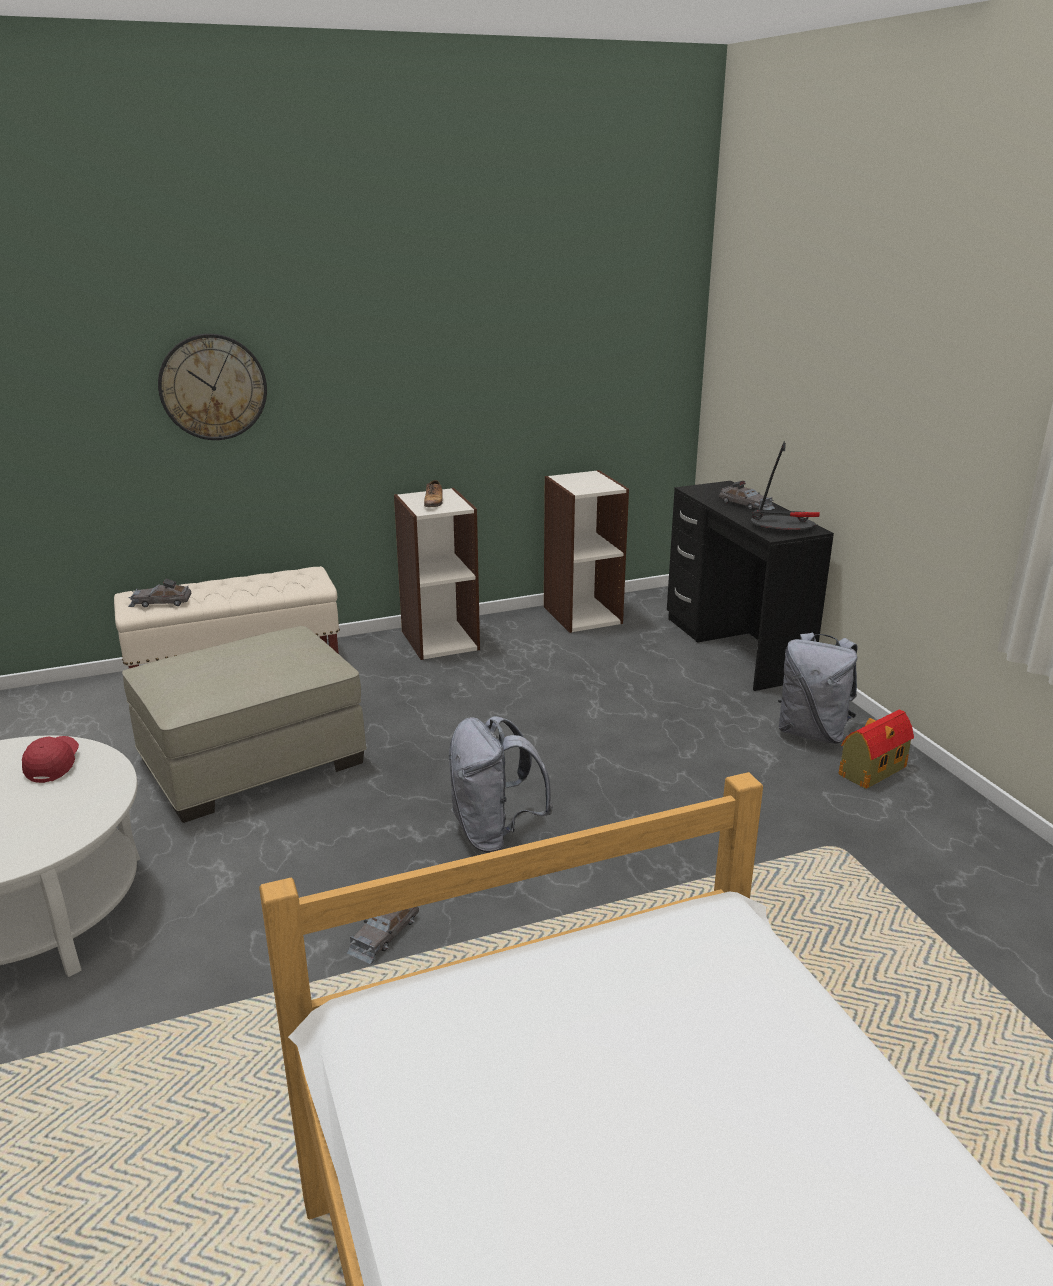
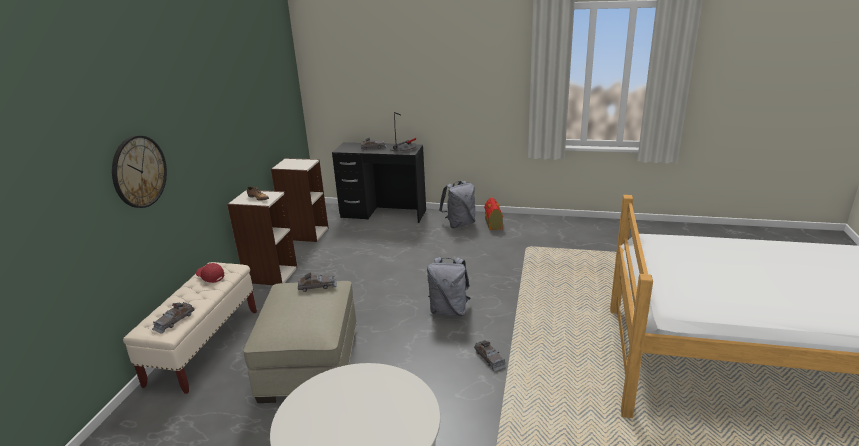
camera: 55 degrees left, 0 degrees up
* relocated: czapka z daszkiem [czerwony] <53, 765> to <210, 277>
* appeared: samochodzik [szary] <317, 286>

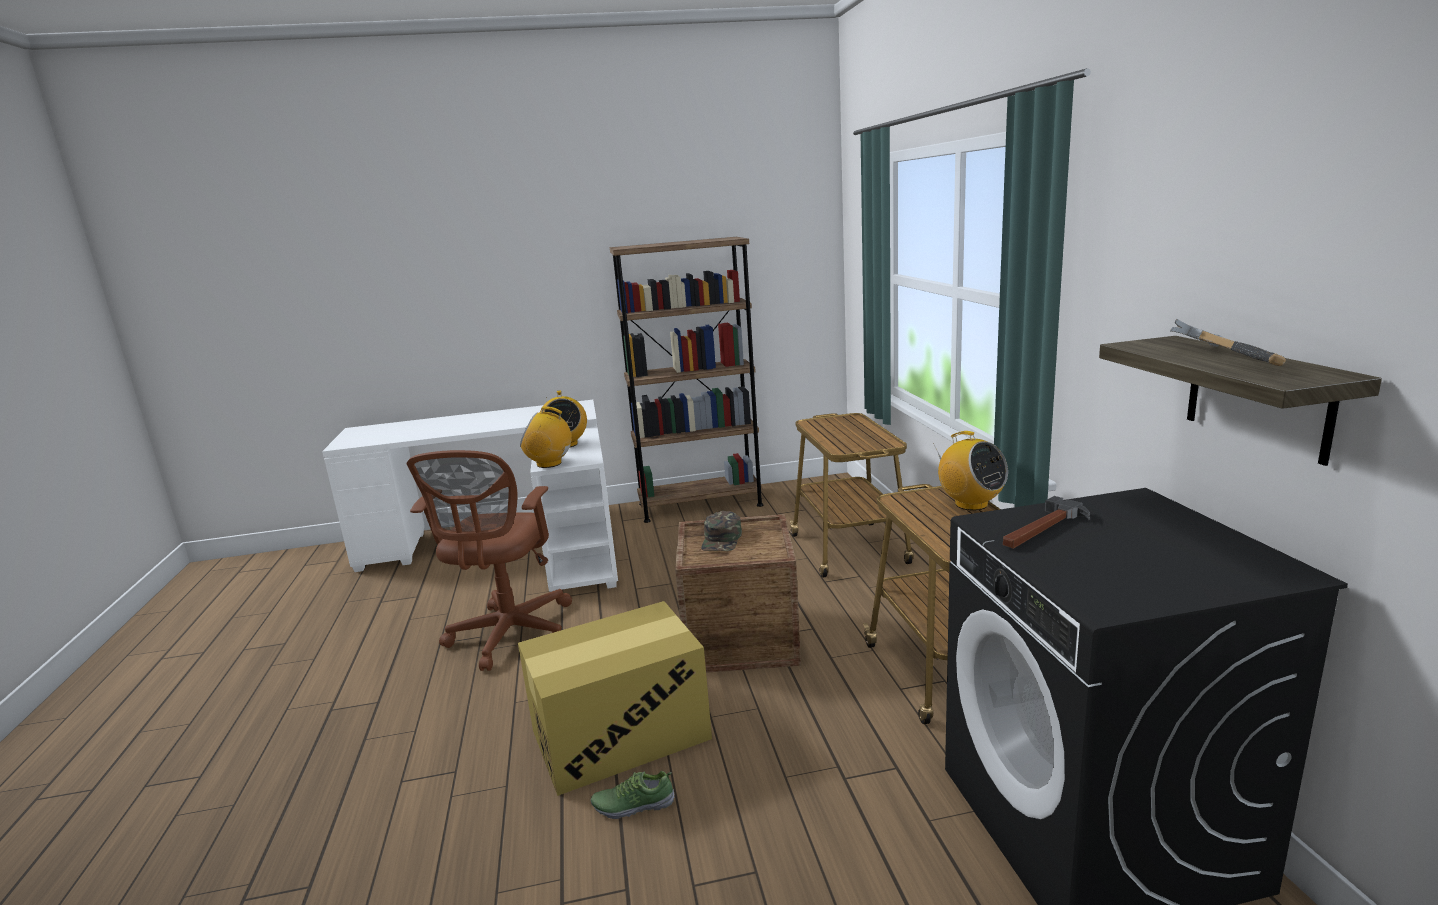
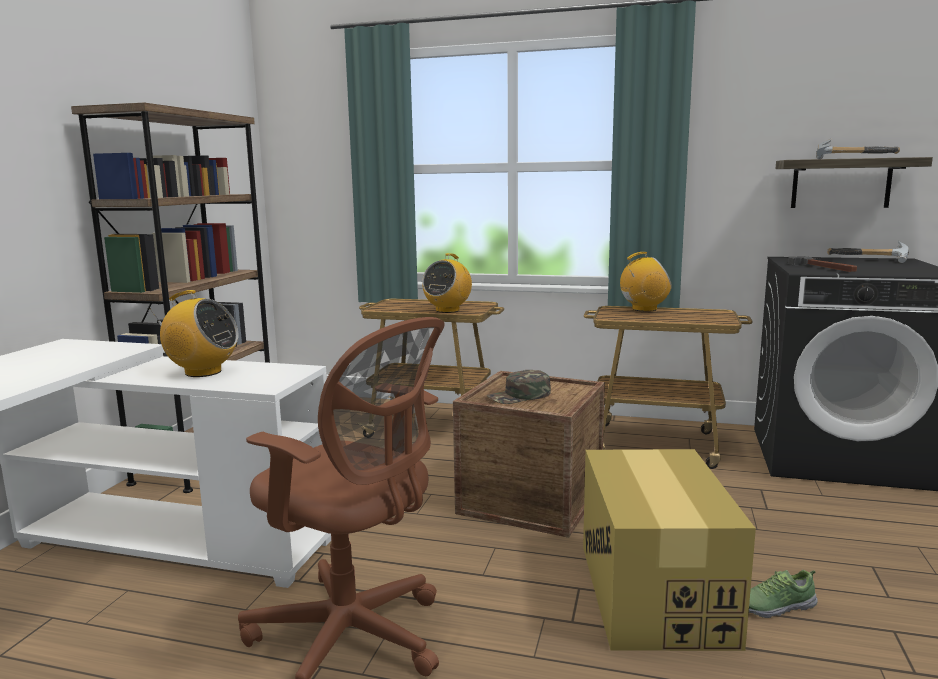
camera: 65 degrees left, 5 degrees down
* relocated: radio <549, 463> to <447, 310>
* spun: czapka z daszkiem [zielony] <722, 540> = <519, 396> 120 degrees clockwise
* spun: but <633, 804> = <773, 606> 60 degrees clockwise
* appeared: młotek <869, 260>

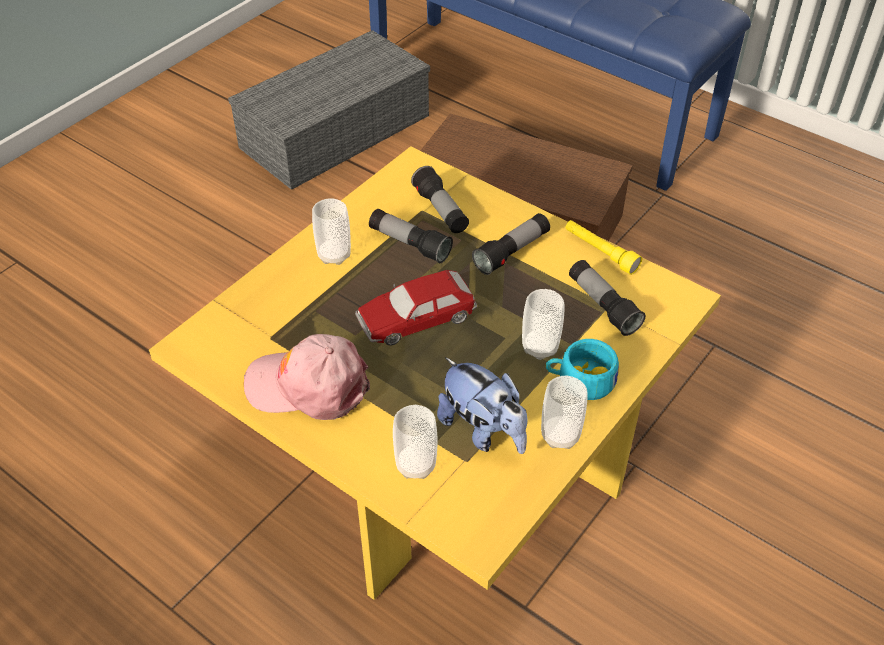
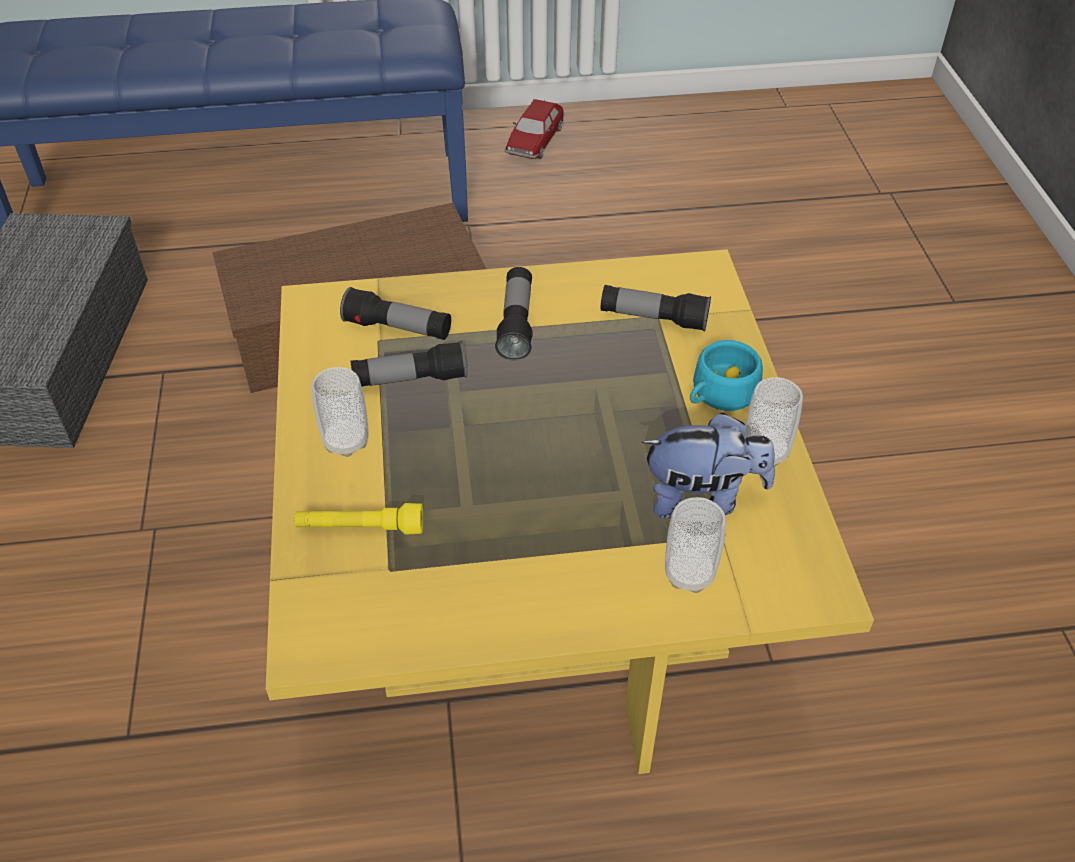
camera: 45 degrees left, 0 degrees up
* relocated: latarka [żółty] <600, 252> to <360, 528>
* relocated: samochodzik <416, 318> to <534, 141>
* missing: czapka z daszkiem [różowy] <308, 385>
* missing: filiżanka <540, 347>

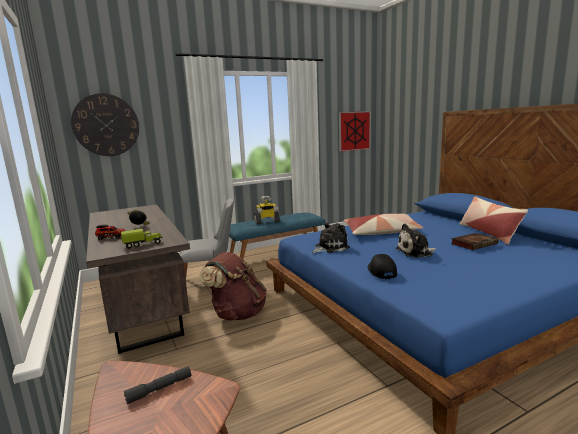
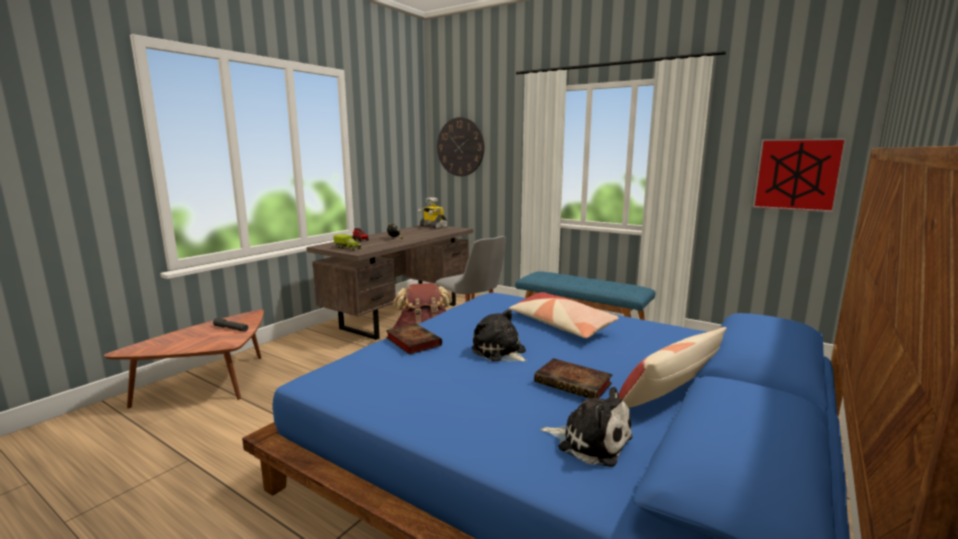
camera: 60 degrees right, 0 degrees up
* exchanged: czapka z daszkiem [czarny] <381, 271> to książka <412, 341>
* relocated: robot zabawkowy <267, 222> to <433, 226>
* relocated: pluszak <330, 247> to <590, 441>

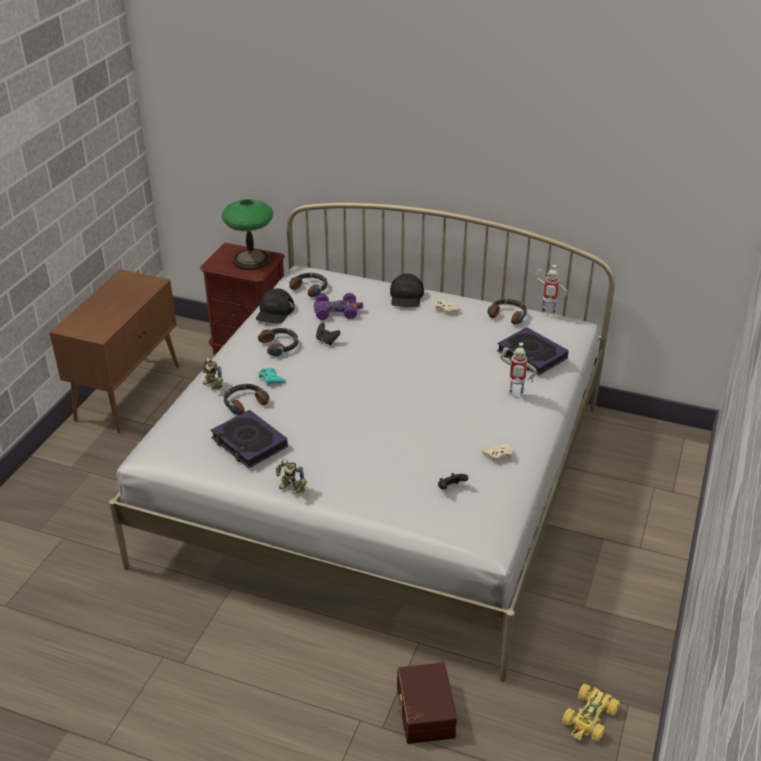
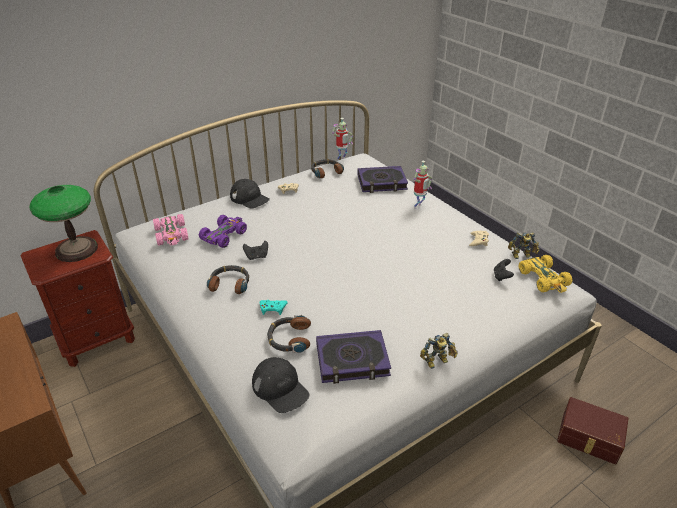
camera: 55 degrees left, 0 degrees up
* exchanged: słuchawki <310, 288> to samochodzik [różowy] <172, 235>
* relocated: czapka z daszkiem [czarny] <274, 312> to <280, 388>
* relocated: robot zabawkowy <211, 386> to <522, 256>
* relocated: samochodzik [żółty] <589, 718> to <544, 279>

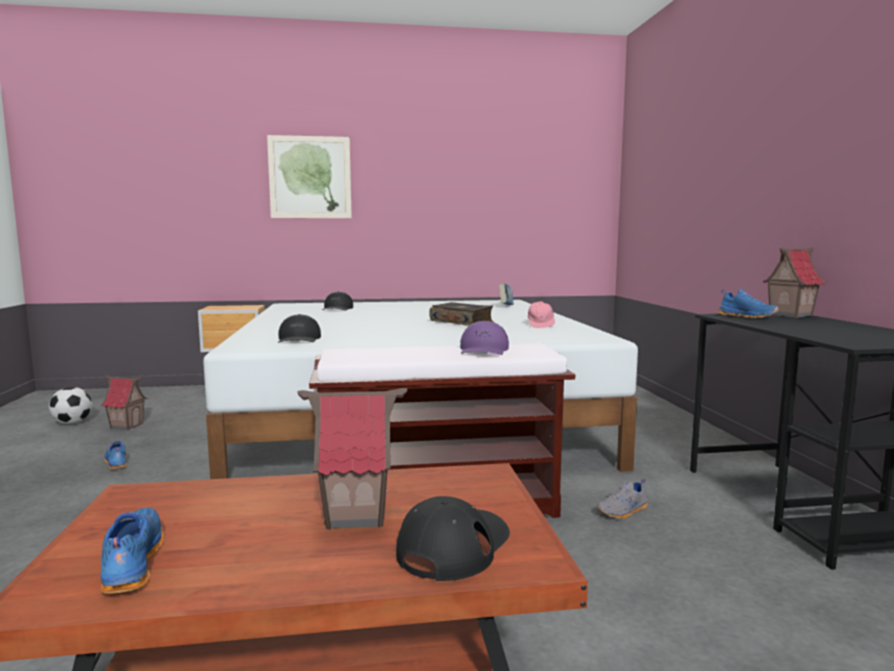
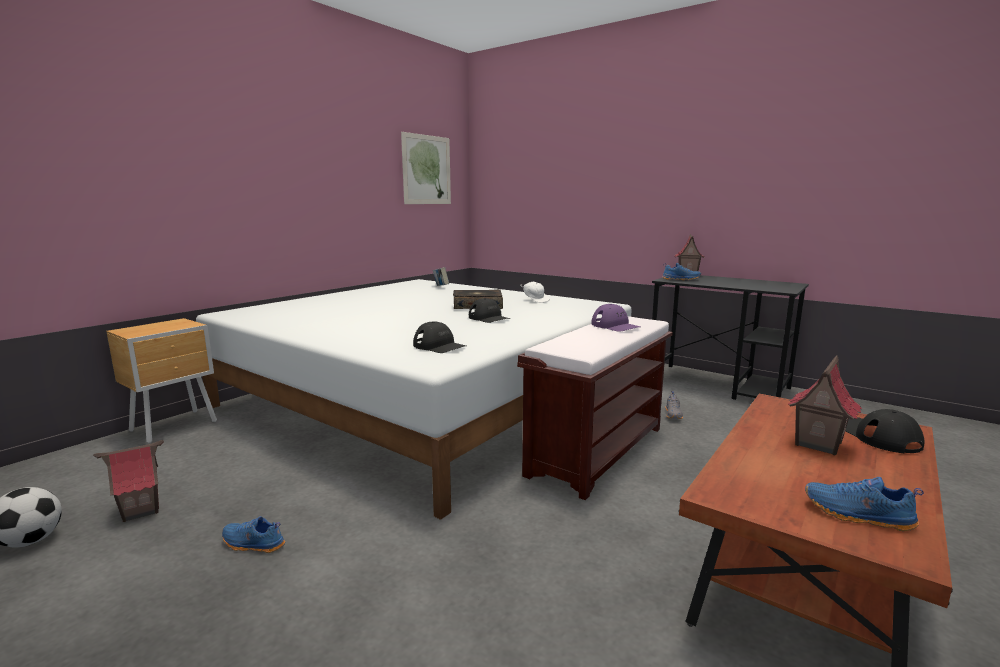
camera: 45 degrees left, 5 degrees up
* relocated: obraz <310, 177> to <427, 170>
* relocated: czapka z daszkiem [czarny] <337, 308> to <489, 318>
* colour: czapka z daszkiem [różowy] <541, 325> to czapka z daszkiem [biały] <535, 300>

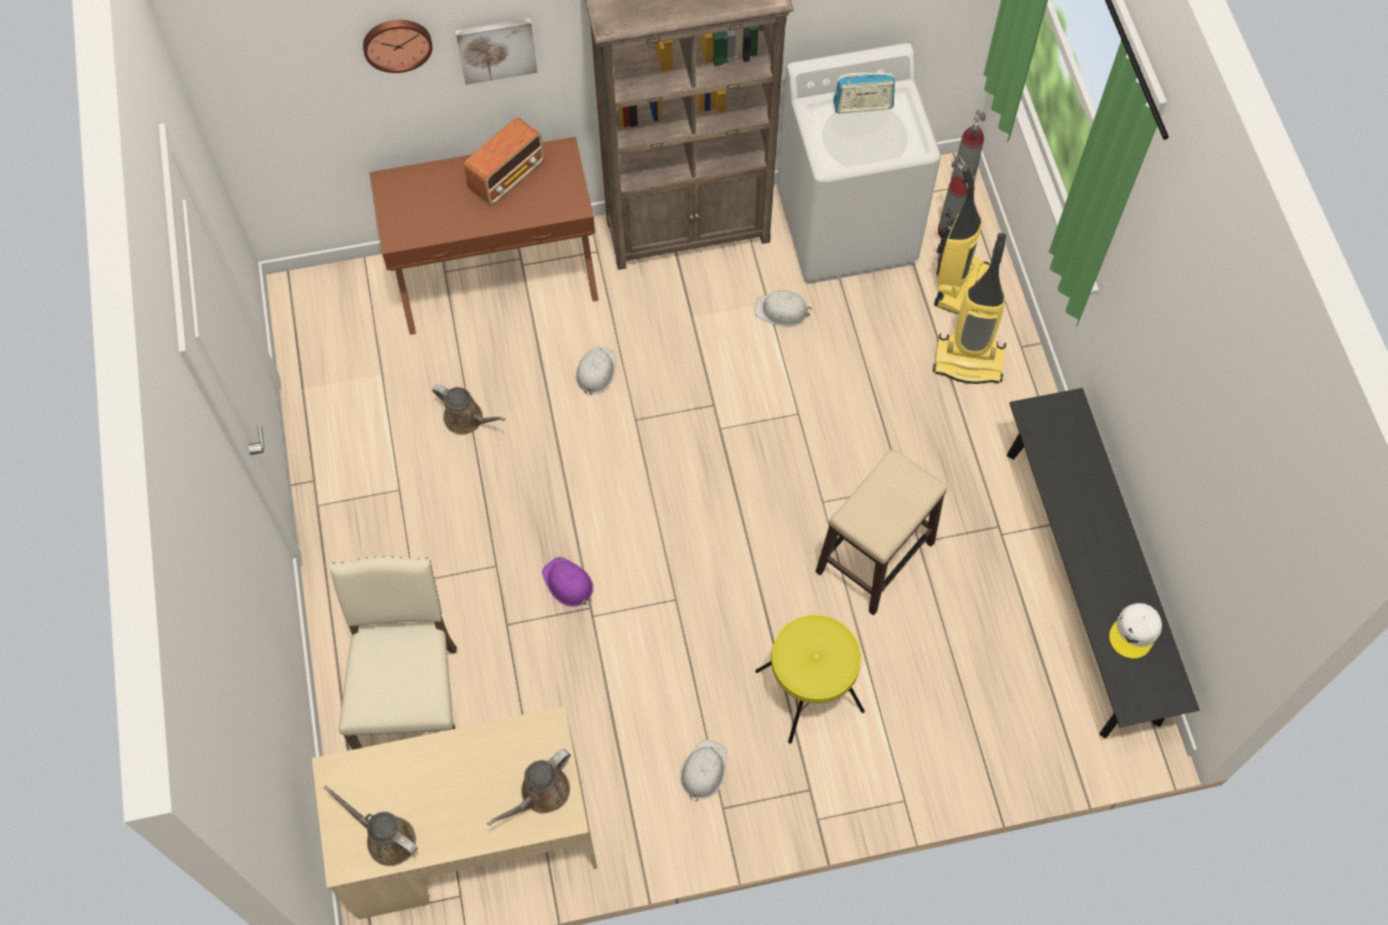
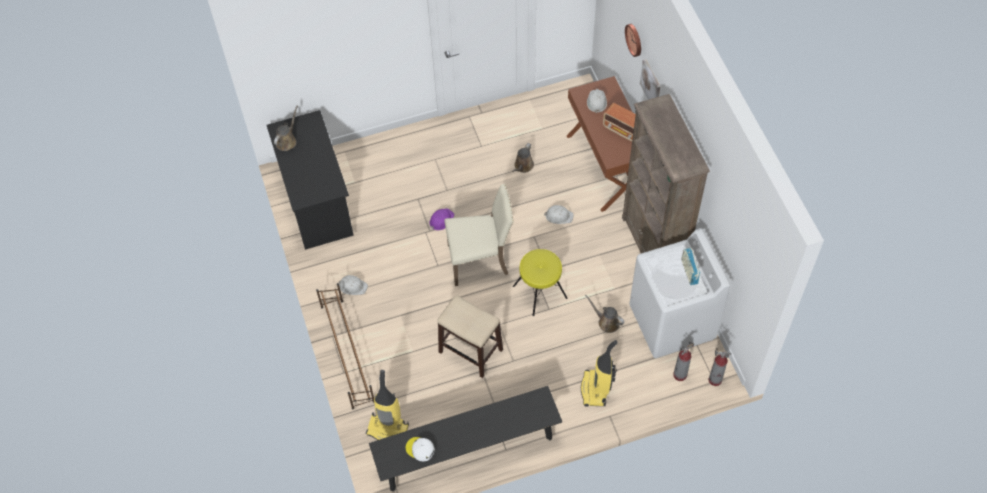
camera: 85 degrees right, 5 degrees down
* colour: biurko [beżowy] <469, 838> to biurko [czarny] <316, 200>
* appeared: regał na buty [brązowy] <347, 352>
* relocated: odkurzacz <960, 286> to <388, 429>
* relocated: krzesło [beżowy] <412, 698> to <479, 260>
* relocated: stołek [żółty] <809, 691> to <539, 292>
* relocated: konewka [brązowy] <541, 794> to <606, 322>
* relocated: kask [biały] <782, 311> to <596, 102>

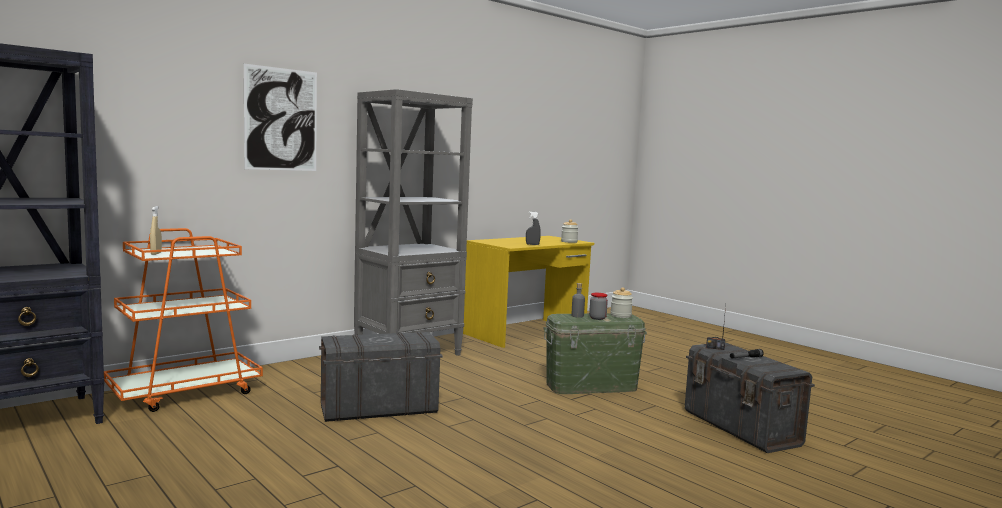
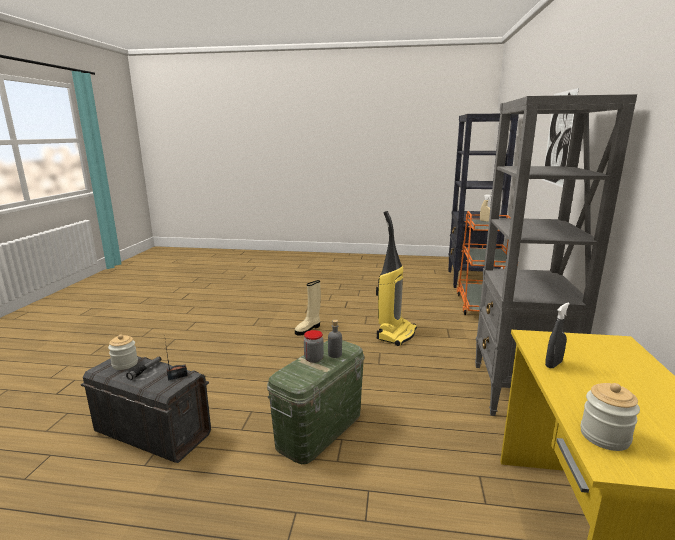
camera: 140 degrees right, 10 degrees up
* relocated: słoik <620, 315> to <125, 364>
* appeared: but z cholewką [beżowy] <308, 329>
* exchanged: pojemnik do przechowywania [szary] <378, 409> to odkurzacz <396, 334>

